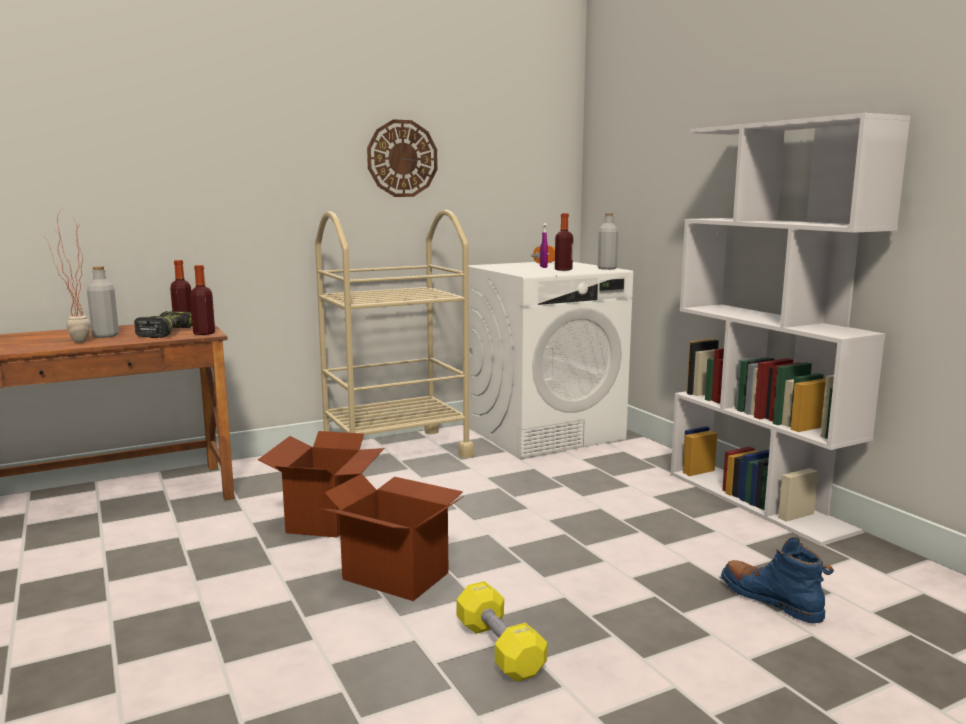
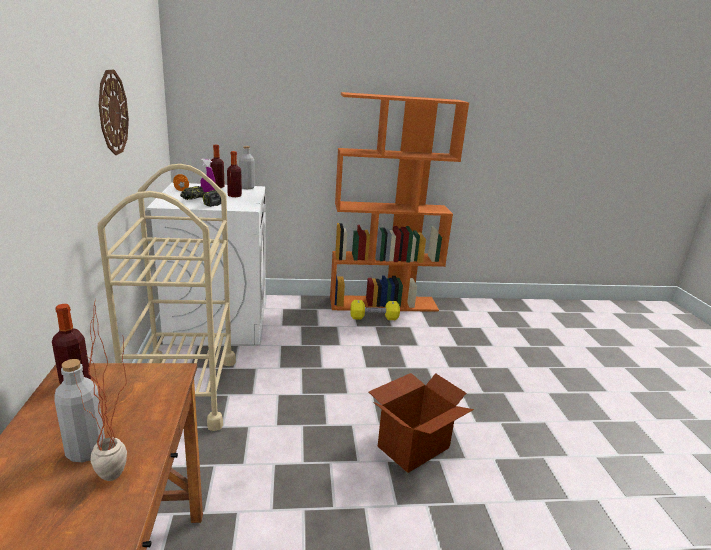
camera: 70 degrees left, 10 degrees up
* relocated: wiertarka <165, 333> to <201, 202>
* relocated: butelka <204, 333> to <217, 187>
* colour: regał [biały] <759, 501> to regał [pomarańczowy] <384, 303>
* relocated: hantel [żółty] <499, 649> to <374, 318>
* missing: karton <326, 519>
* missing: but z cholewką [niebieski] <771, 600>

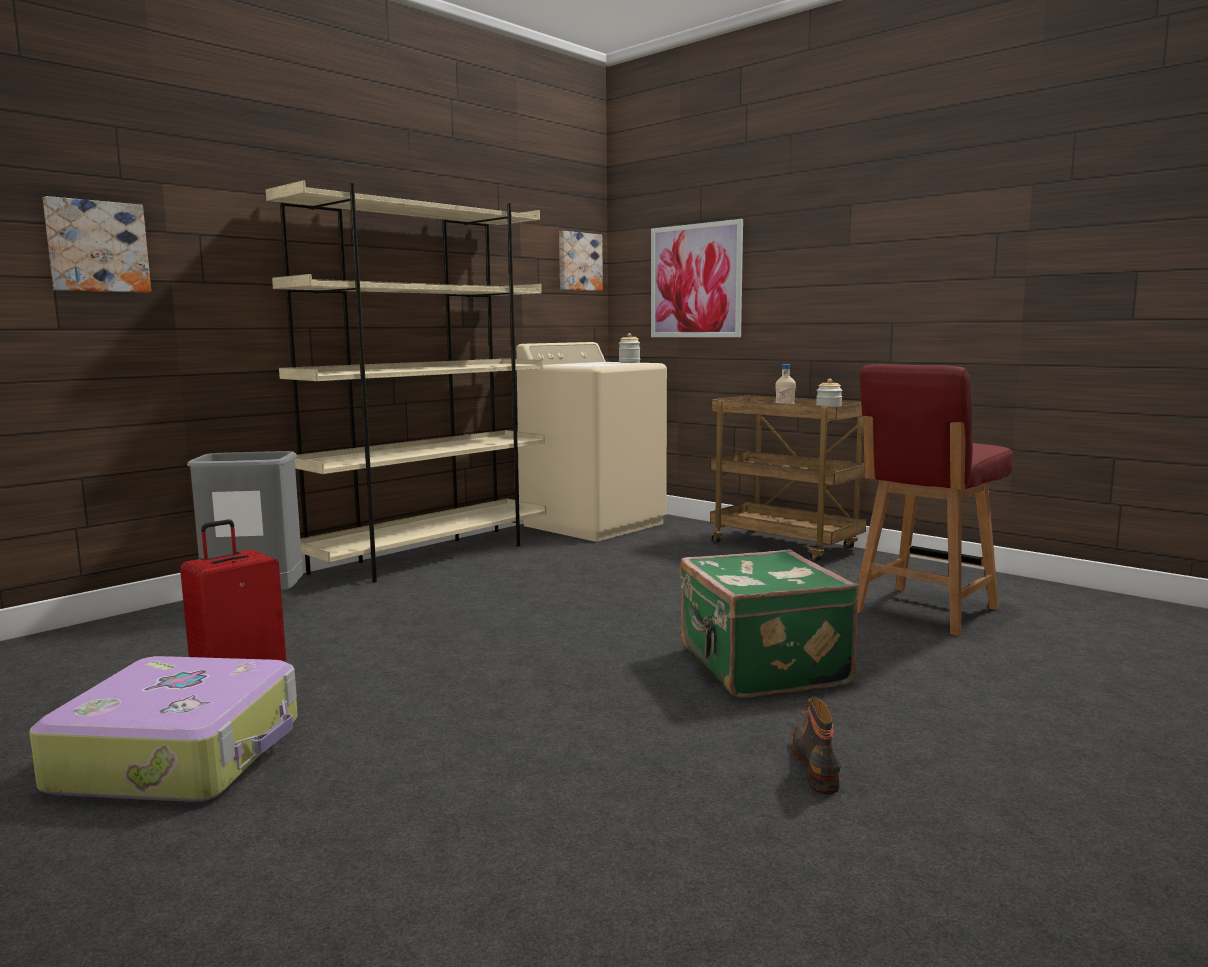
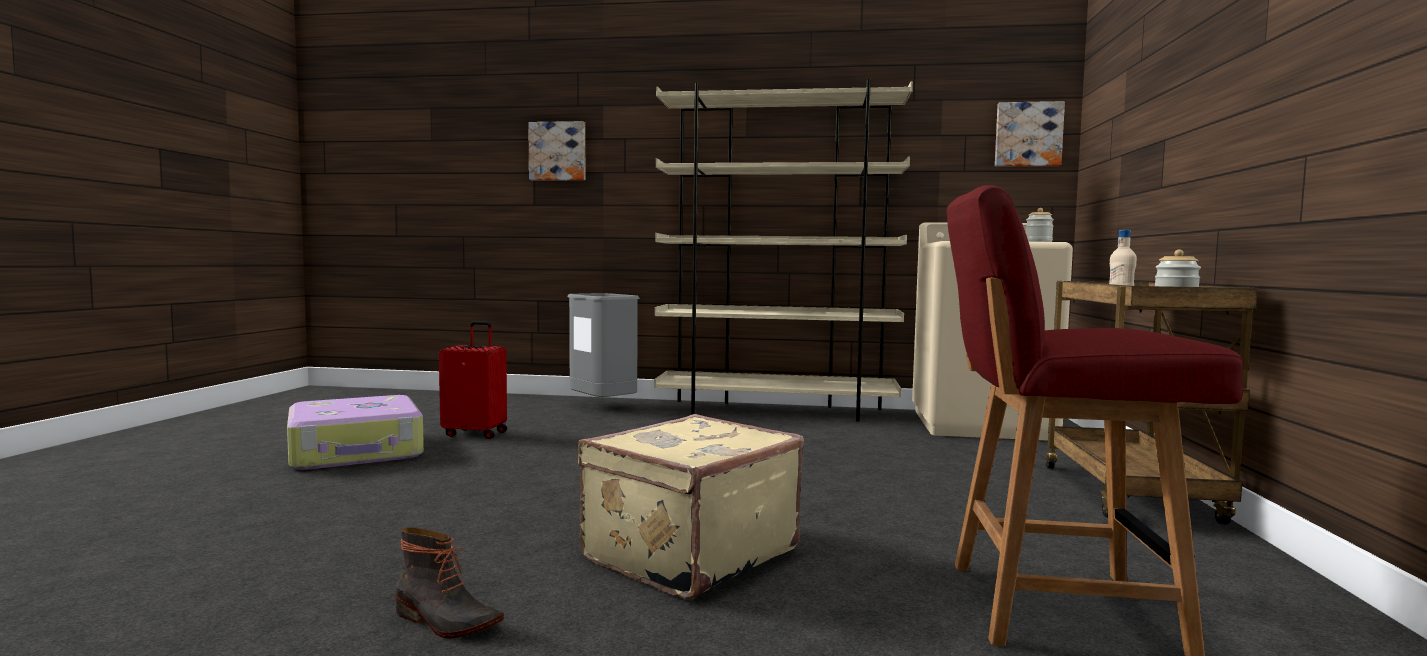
camera: 55 degrees right, 5 degrees down
* spun: but z cholewką <817, 764> = <445, 621> 60 degrees clockwise
* colour: walizka [zielony] <760, 666> to walizka [beżowy] <687, 553>
* missing: obraz <695, 281>

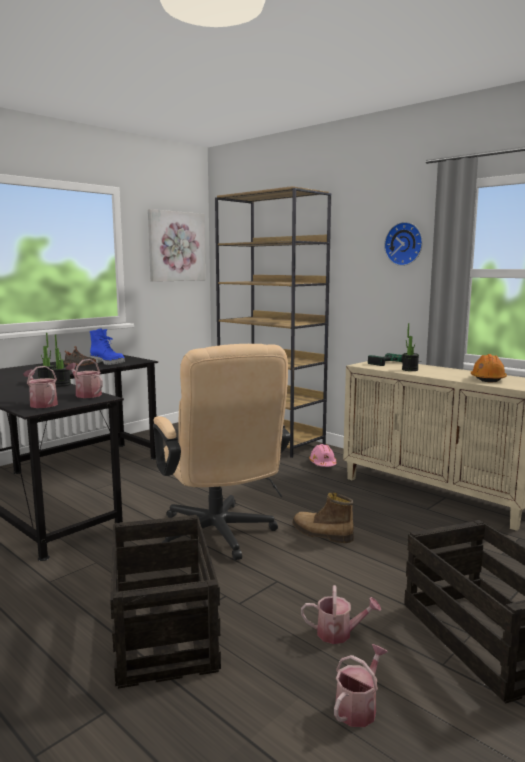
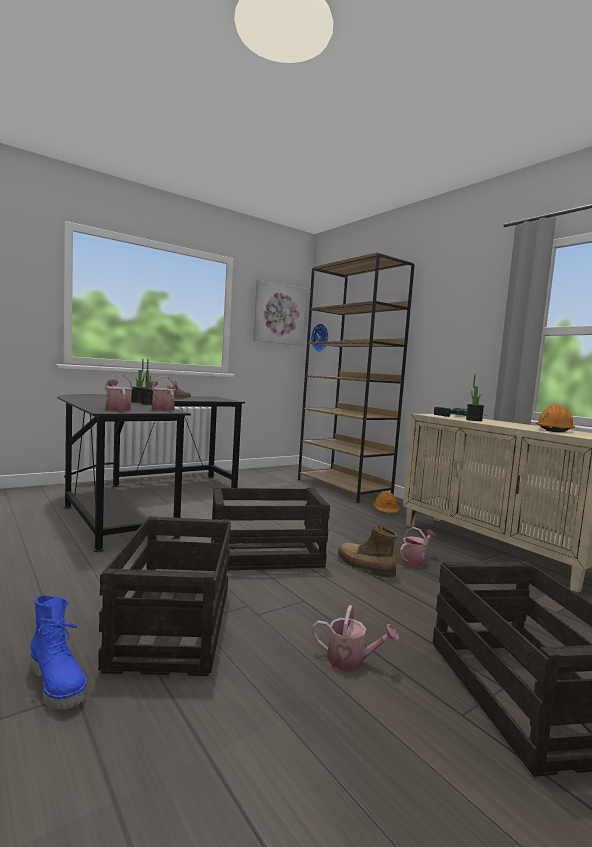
camera: 10 degrees right, 5 degrees down
* relocated: but z cholewką [niebieski] <108, 363> to <58, 683>
* exchanged: krzesło biurowe [beżowy] <220, 537> to skrzynka <264, 555>
* relocated: zegar ścienny <404, 244> to <321, 337>
* colour: kask [różowy] <322, 463> to kask [pomarańczowy] <385, 510>
* relocated: konewka <358, 707> to <415, 560>

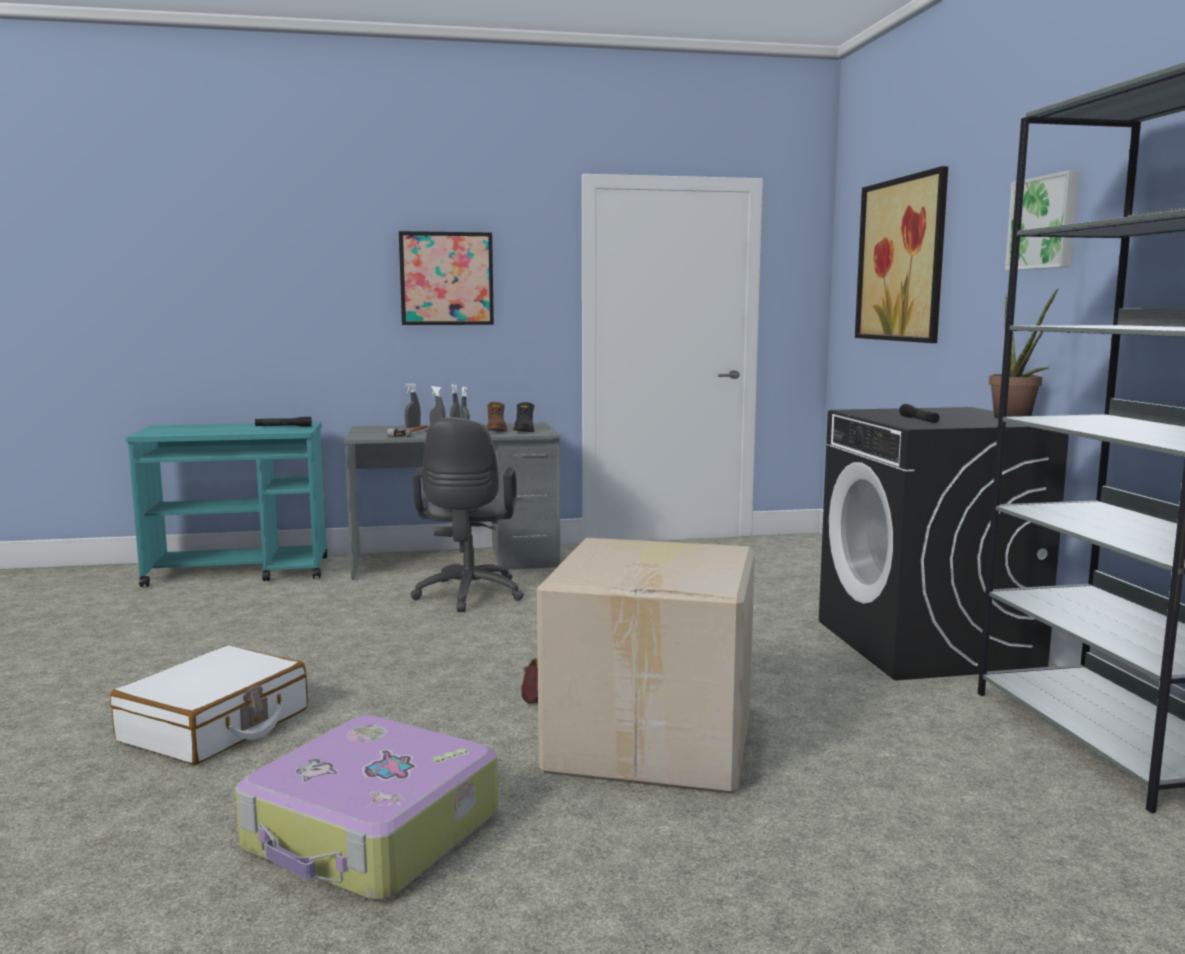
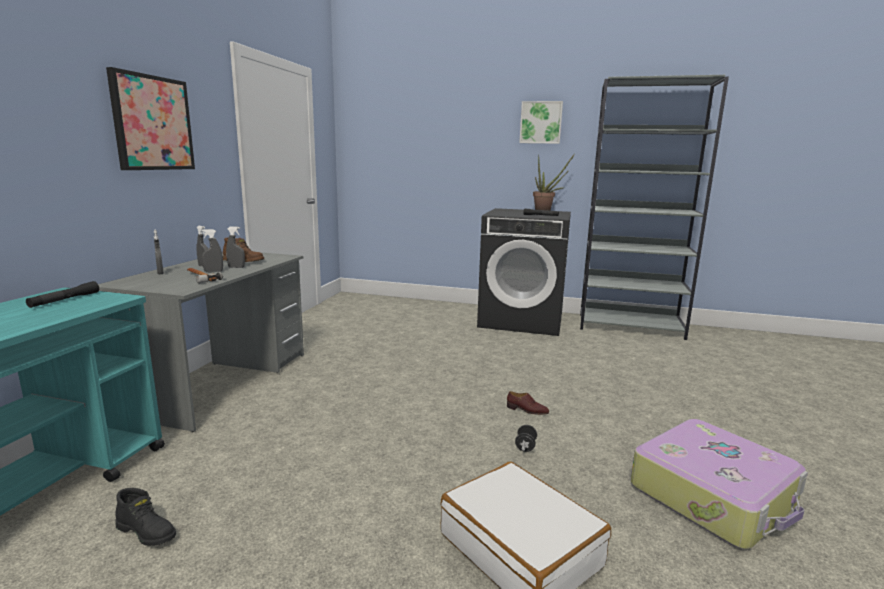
camera: 65 degrees left, 5 degrees up
* relocated: but z cholewką [czarny] <525, 431> to <147, 531>
* appeared: hantel [czarny] <525, 446>
* missing: krzesło biurowe [szary] <468, 596>
* missing: karton <654, 740>
* missing: obraz <901, 260>

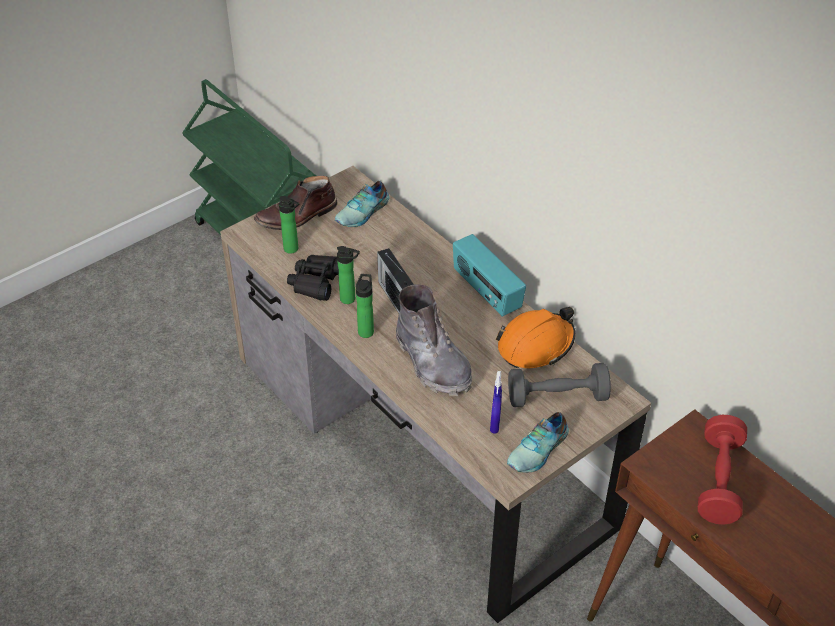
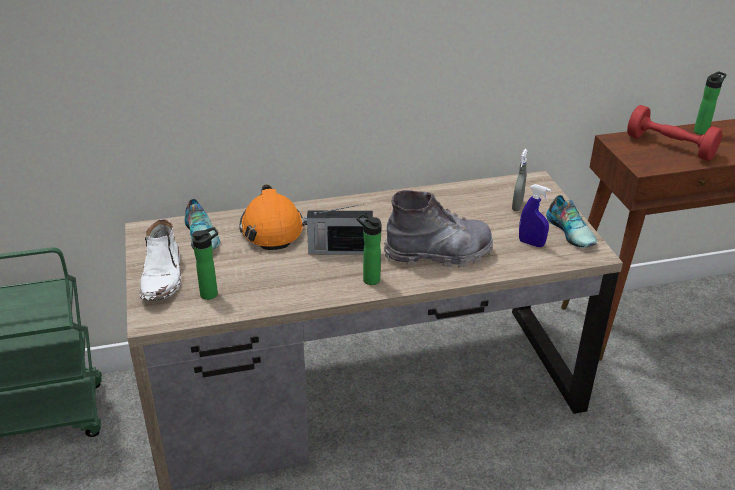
camera: 65 degrees left, 10 degrees down
* colour: but z cholewką [brązowy] <297, 216> to but z cholewką [biały] <163, 277>
* relocated: kask [pomarańczowy] <536, 345> to <271, 228>
* exchanged: hantel [szary] <557, 397> to spryskiwacz [szary] <517, 206>
* relocated: butelka <350, 299> to <702, 131>
* missing: lornetka [czarny] <316, 282>
* missing: radio <486, 292>

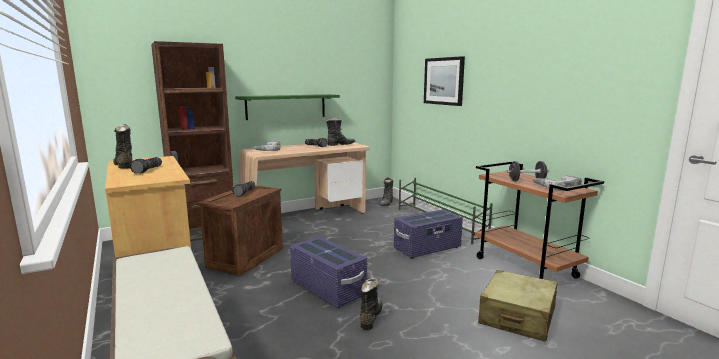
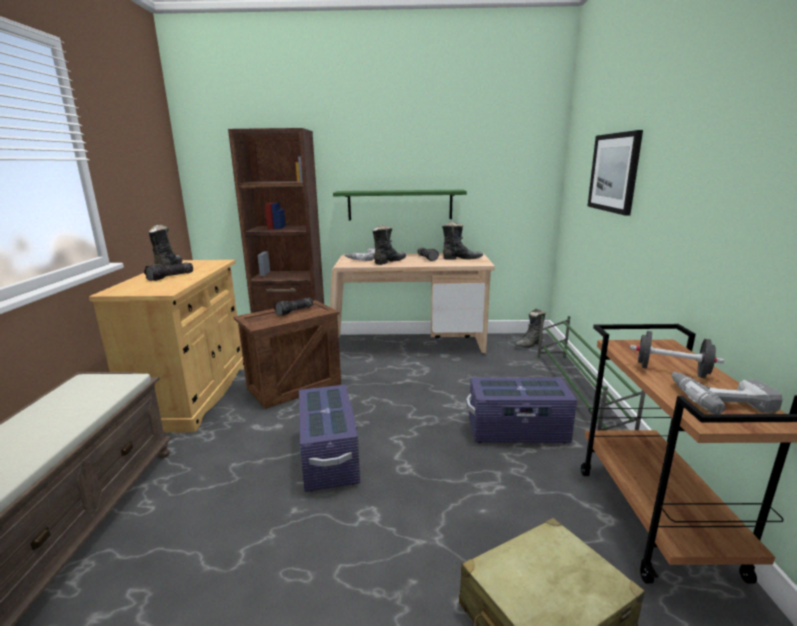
camera: 30 degrees right, 5 degrees up
* relocated: but z cholewką [czarny] <370, 317> to <389, 261>

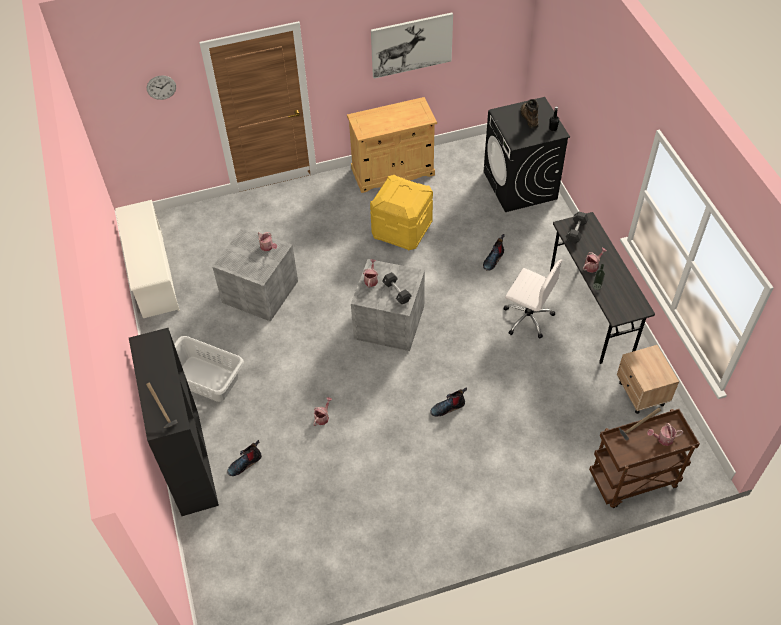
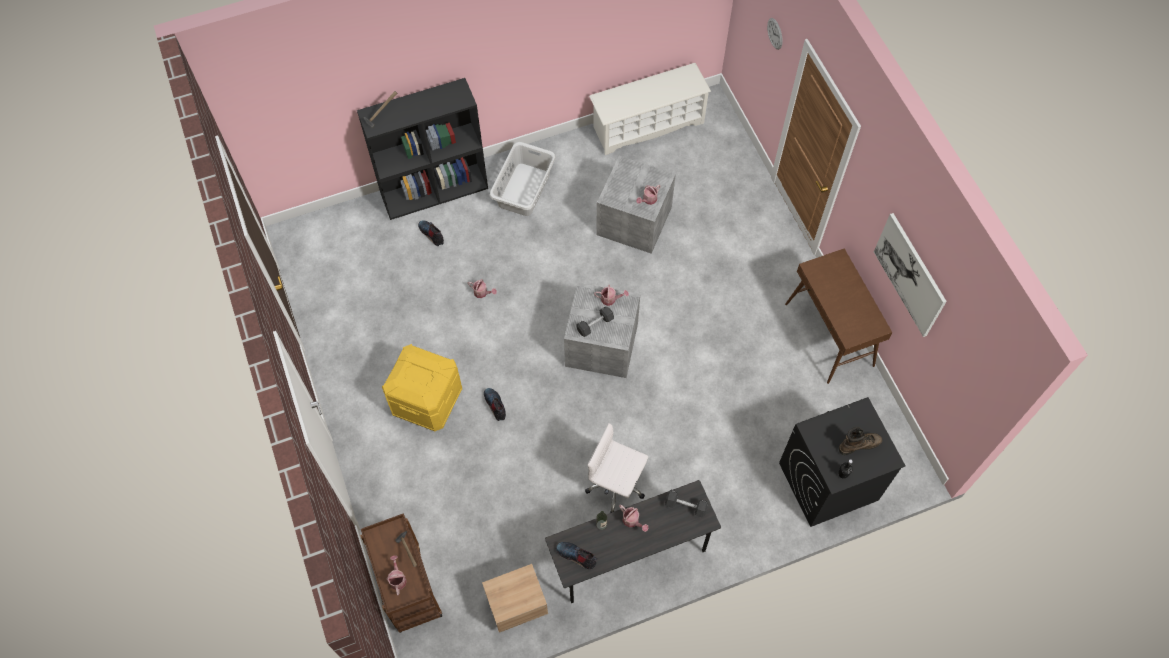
camera: 85 degrees right, 10 degrees up
* relocated: pojemnik do przechowywania [żółty] <402, 230> to <426, 401>
* relocated: but z cholewką <493, 259> to <577, 556>
* spun: krzesło biurowe [biały] <527, 317> = <617, 486> 90 degrees clockwise
* exchanged: szafka [beżowy] <393, 172> to stolik konsolowy [brązowy] <829, 335>

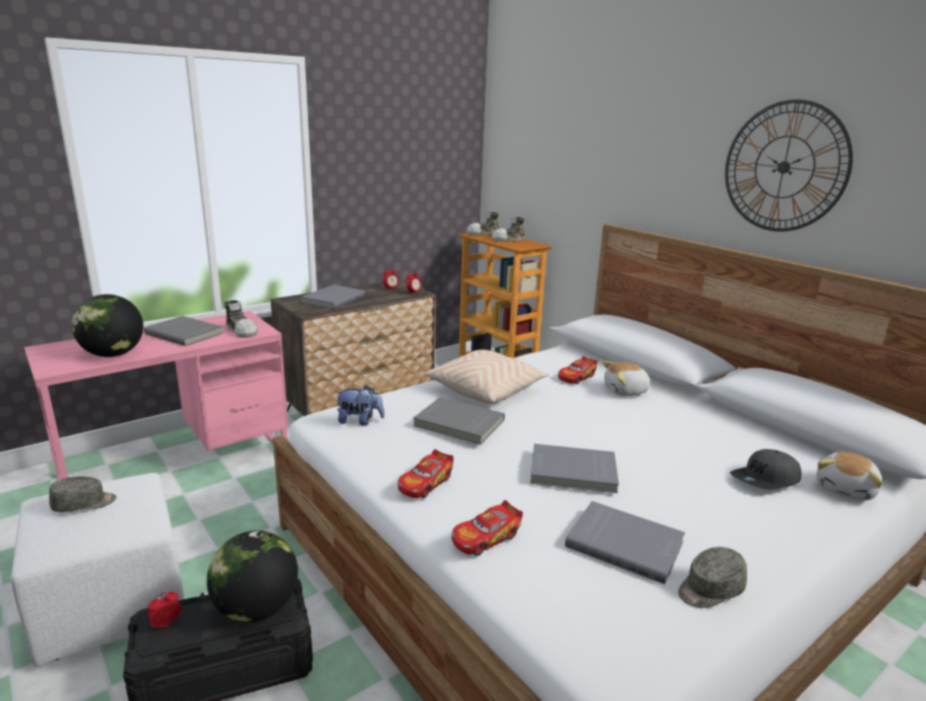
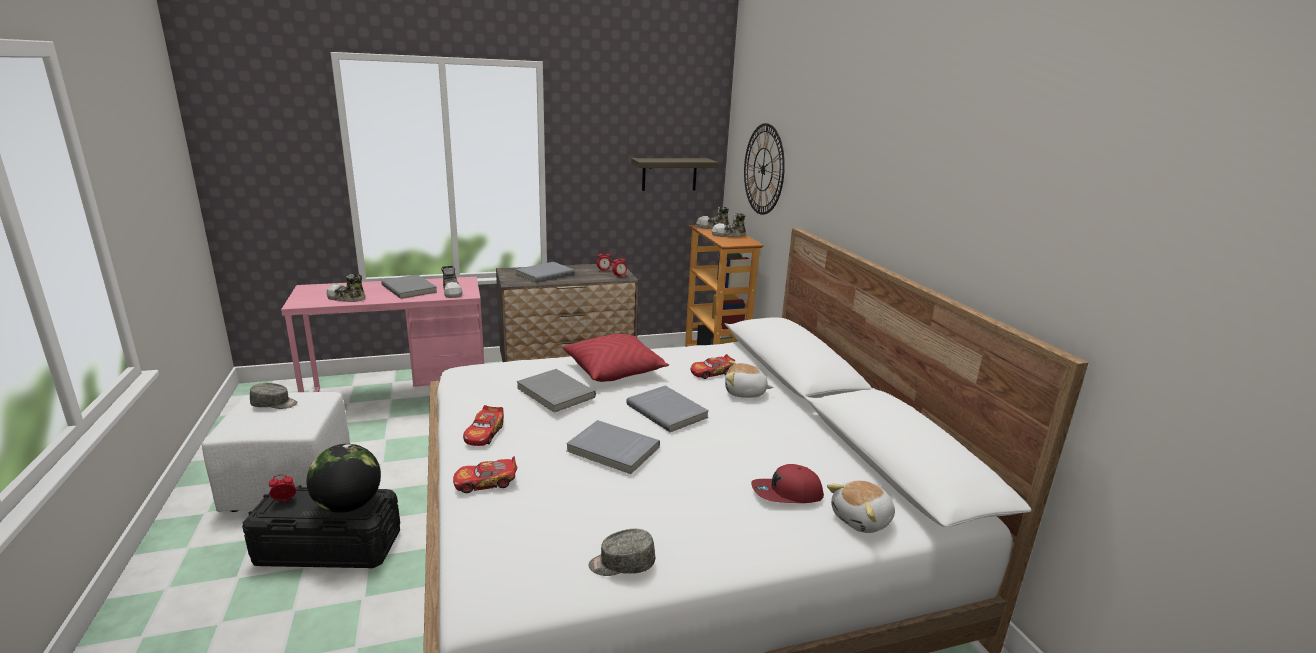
camera: 20 degrees right, 0 degrees up
* exchanged: globus <113, 354> to but <346, 298>
* spun: samochodzik <425, 483> = <484, 433> 45 degrees counterclockwise
* colour: poduszka [beżowy] <486, 390> to poduszka [czerwony] <615, 370>
* relocated: książka [szary] <625, 543> to <668, 411>
* appeared: półka <669, 174>
* relocated: zegar ścienny <784, 167> to <763, 169>
* colour: czapka z daszkiem [szary] <765, 480> to czapka z daszkiem [czerwony] <786, 494>
* missing: pluszak <360, 421>

